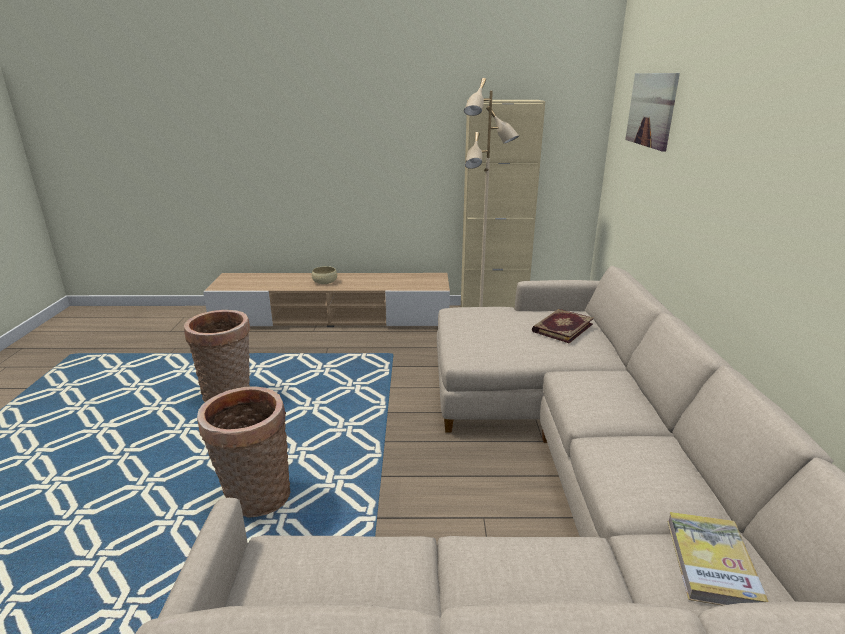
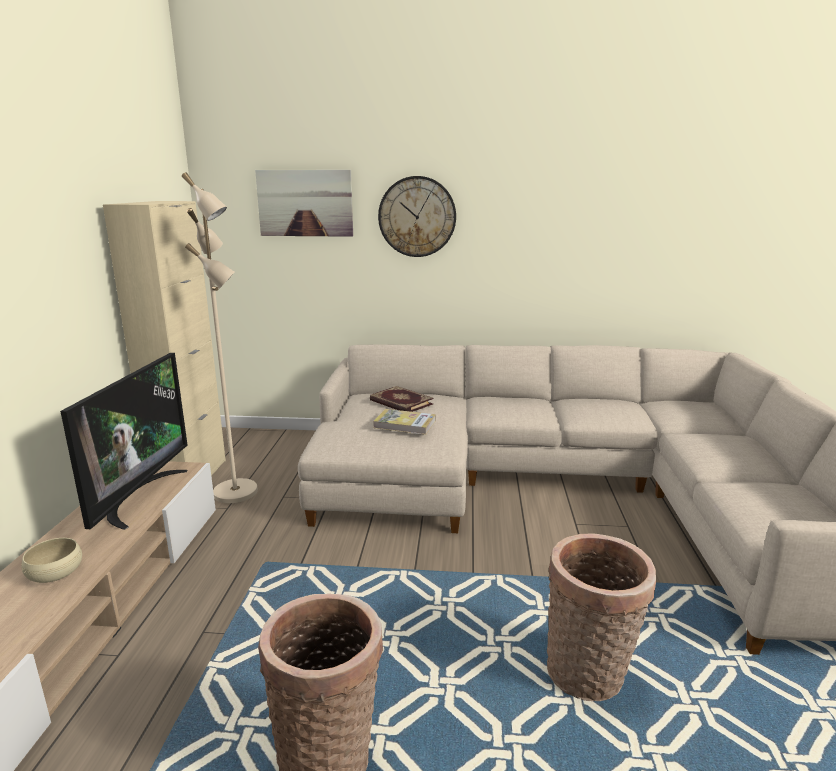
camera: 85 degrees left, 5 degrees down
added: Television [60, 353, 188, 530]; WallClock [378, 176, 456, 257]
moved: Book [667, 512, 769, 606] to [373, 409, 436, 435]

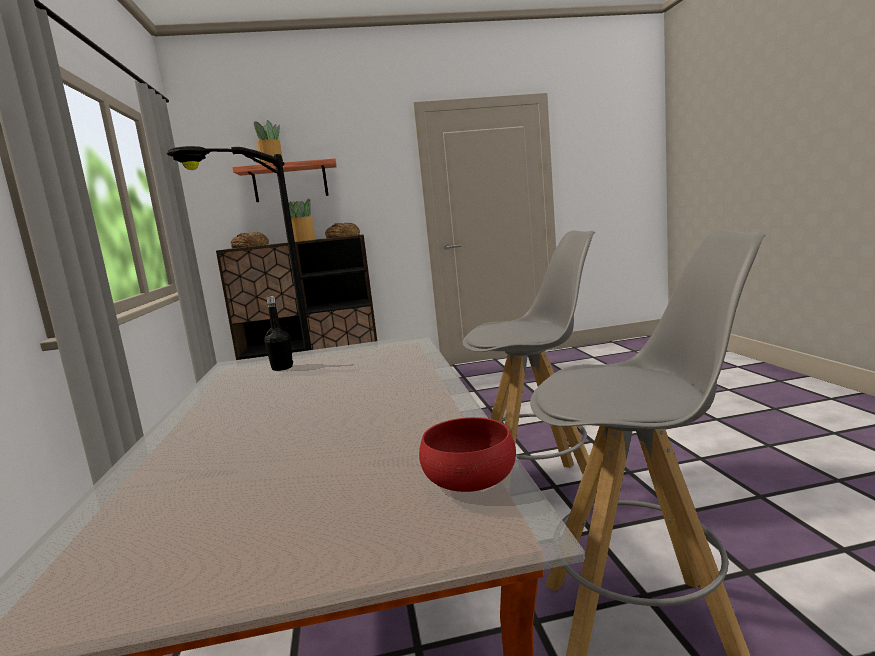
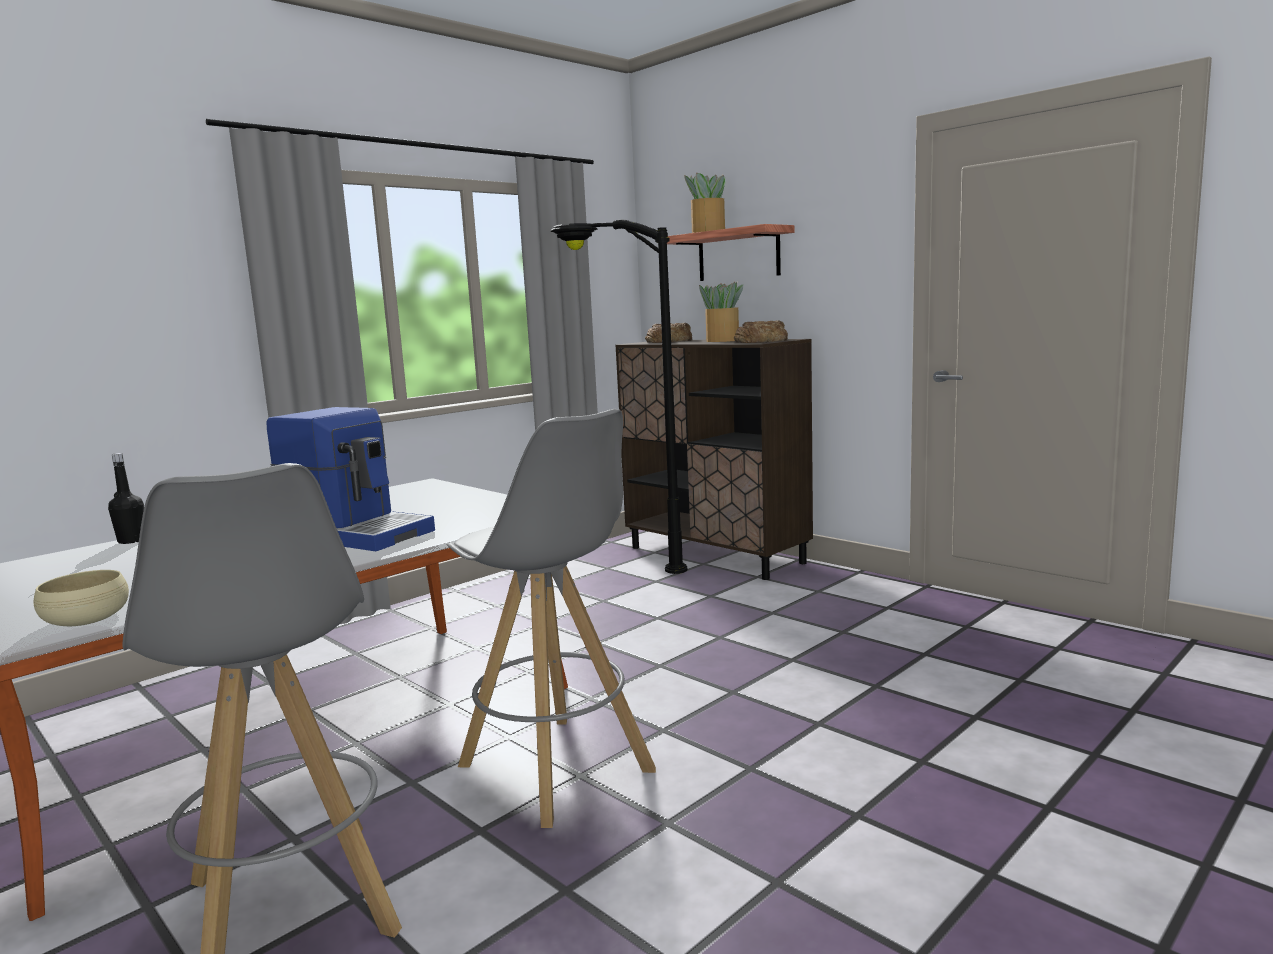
camera: 55 degrees right, 0 degrees up
added: CoffeeMachine [266, 407, 435, 551]
moved: BlackBottle [264, 296, 293, 371] to [108, 453, 144, 544]
recoloured: RedBowl [419, 417, 516, 492] to BeigeBowl [34, 570, 129, 626]

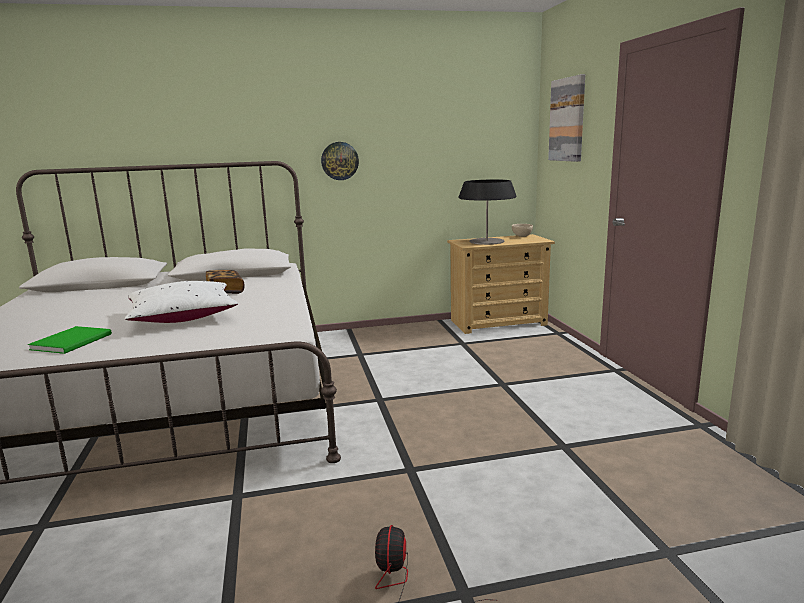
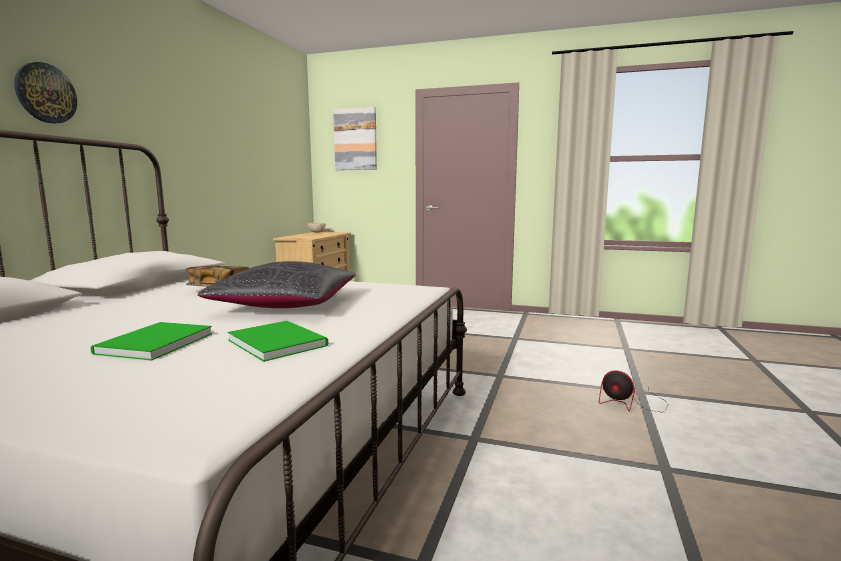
camera: 60 degrees left, 5 degrees down
removed: TableLamp [458, 180, 517, 245]
added: GreenBook [91, 322, 213, 361]
moved: WallClock [321, 142, 359, 180] to [14, 62, 77, 124]
recoloured: WhitePillow [125, 281, 238, 323] to BlackPillow [197, 261, 356, 308]

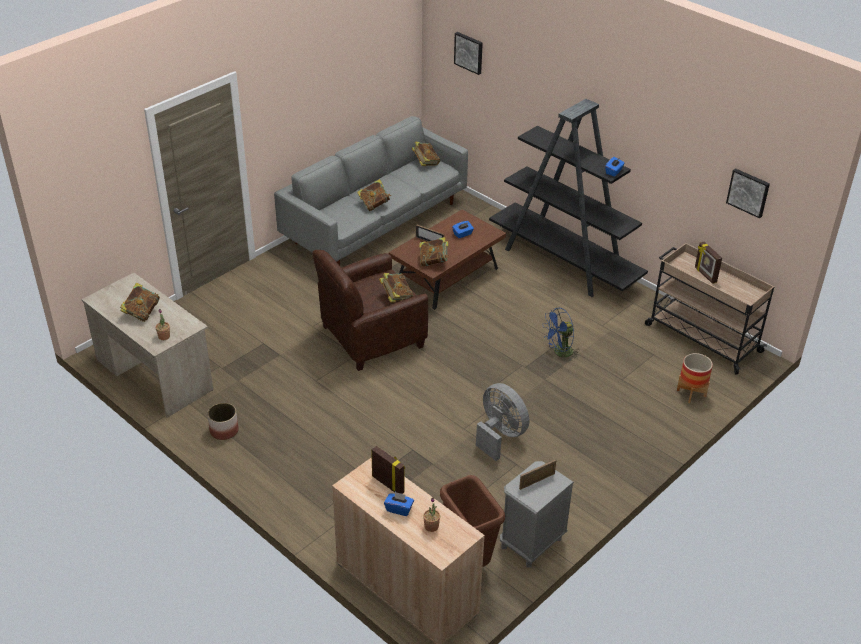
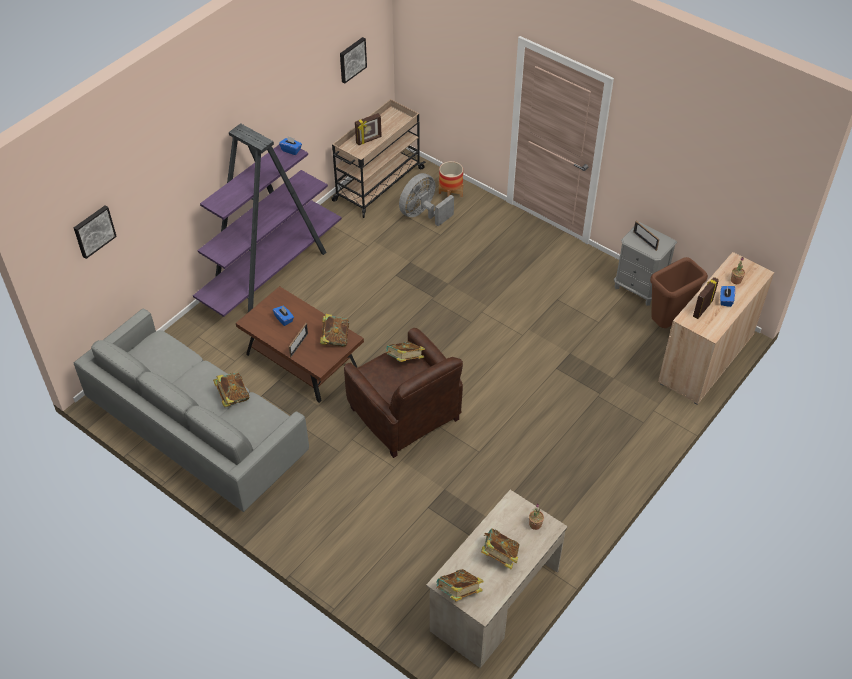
camera: 95 degrees left, 10 degrees up
removed: Planter [207, 403, 239, 440]; BlueFan [543, 308, 580, 362]
moved: GreyFan [476, 383, 529, 461] to [399, 173, 454, 226]; Book [412, 142, 440, 166] to [436, 569, 484, 601]
recoloured: BlackBookcase [489, 99, 648, 297] to PurpleBookcase [193, 123, 342, 317]

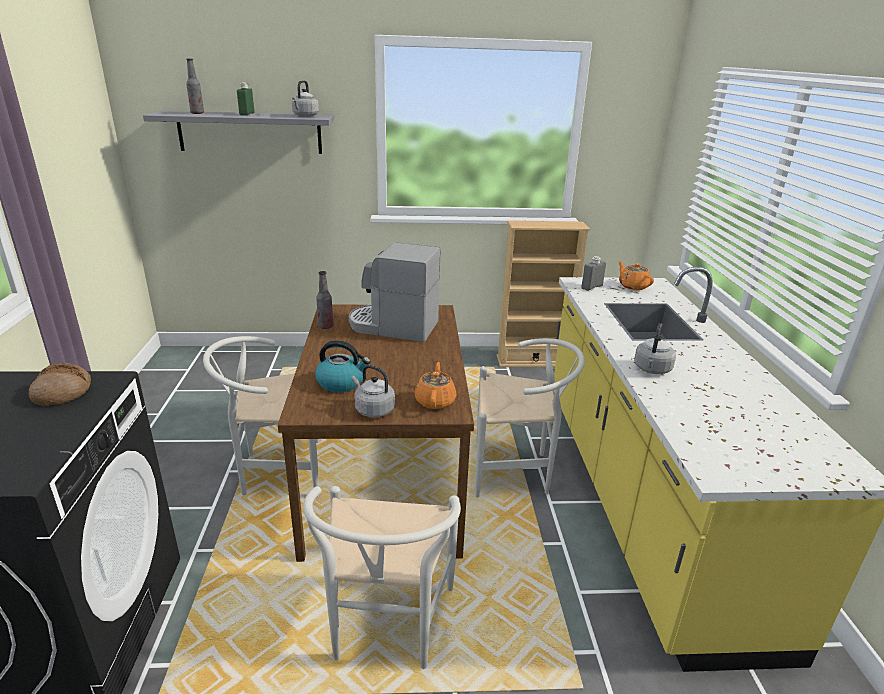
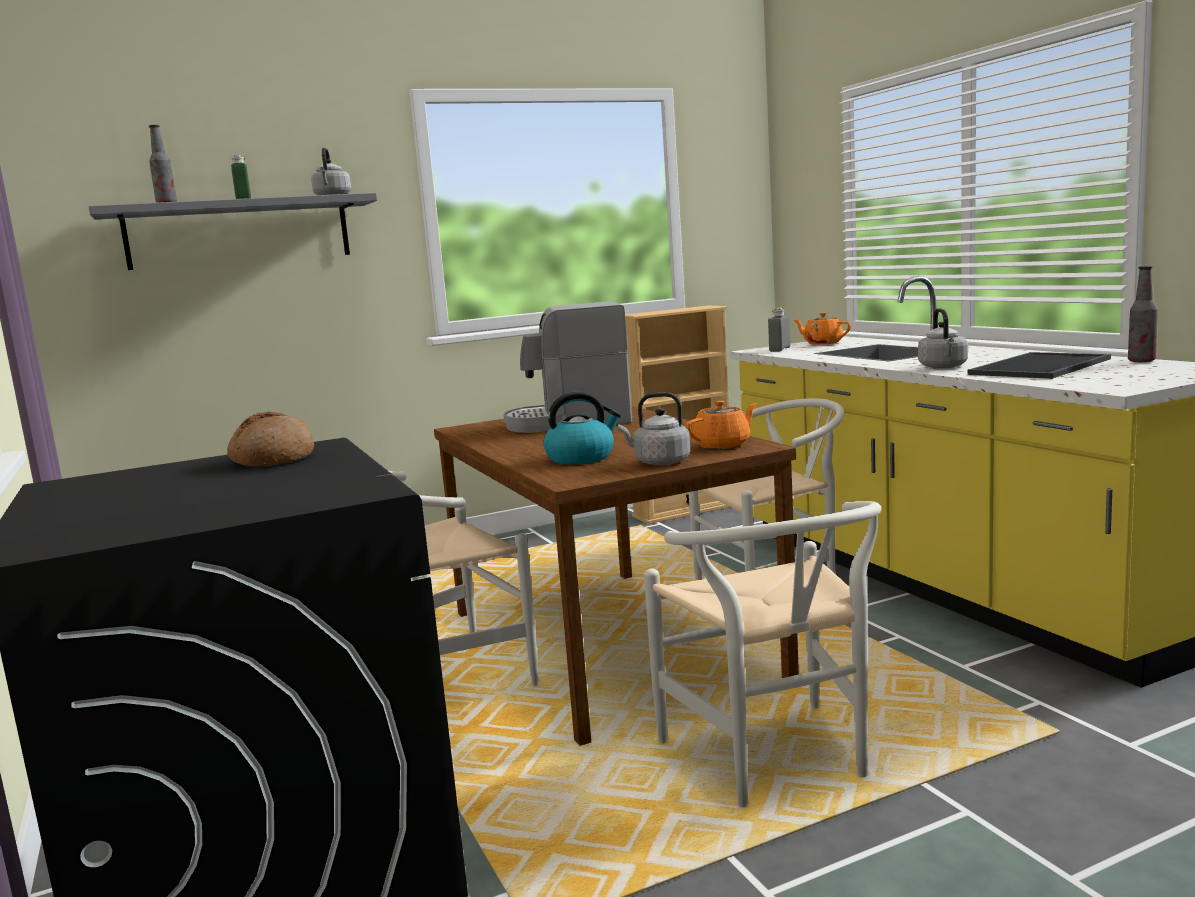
camera: 20 degrees left, 15 degrees down
added: Tray [967, 352, 1111, 379]
moved: Bottle [316, 271, 333, 329] to [1128, 266, 1158, 362]
turned: OrangeTeapot [414, 362, 456, 409] = [685, 401, 758, 449] 75 degrees clockwise

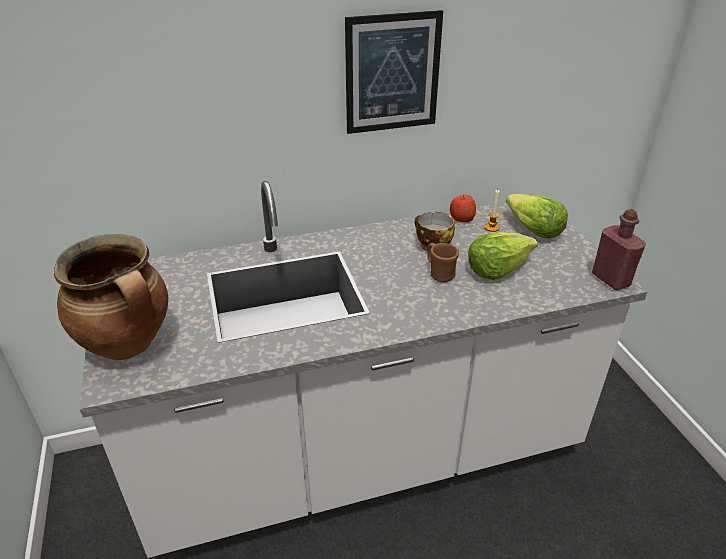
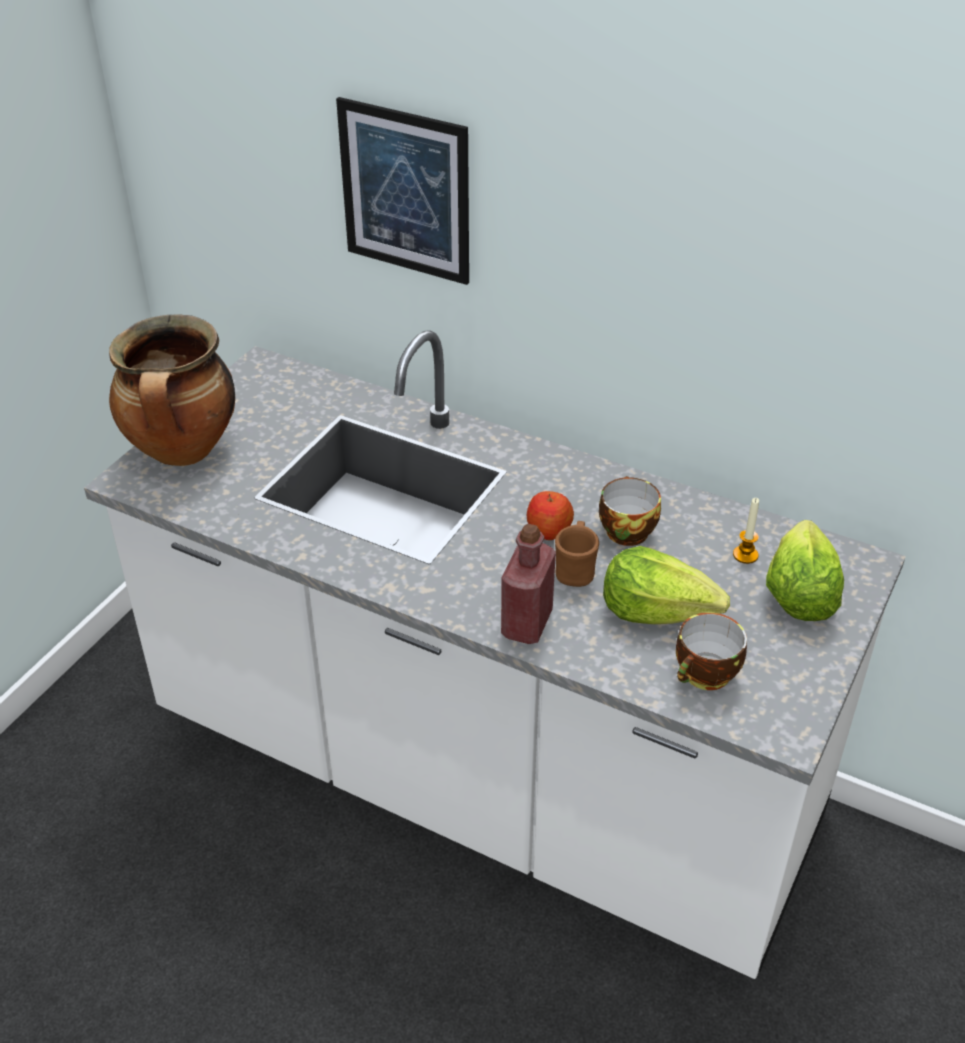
camera: 45 degrees right, 5 degrees up
added: Cup [676, 612, 747, 690]
moved: Picture [345, 10, 443, 134] to [336, 97, 469, 285]; RedBottle [592, 209, 646, 290] to [501, 524, 556, 644]; Apple [450, 195, 476, 222] to [526, 491, 574, 540]

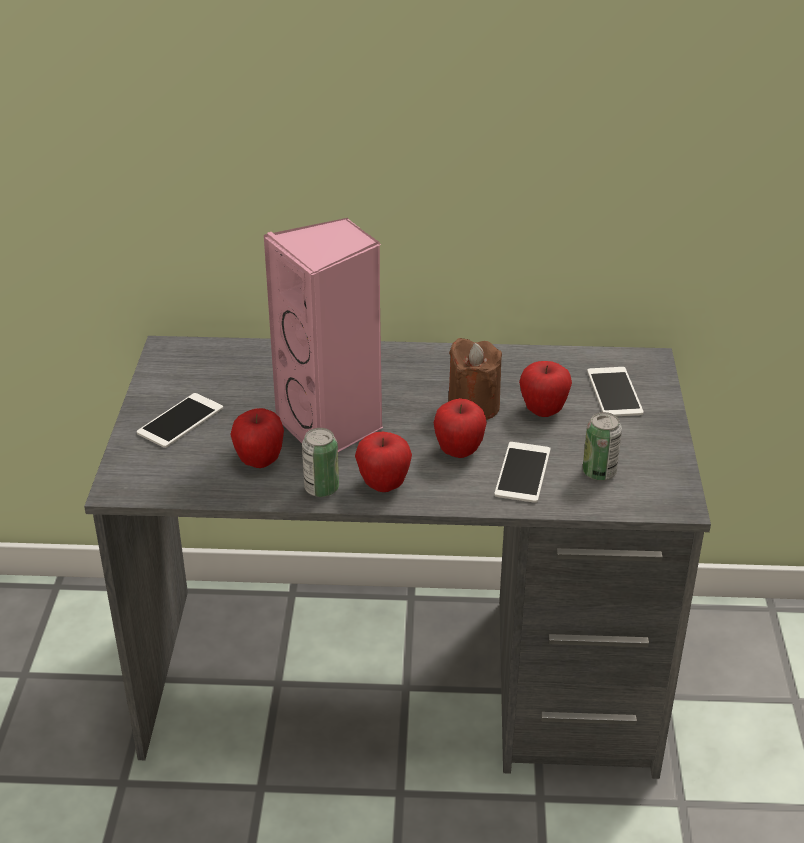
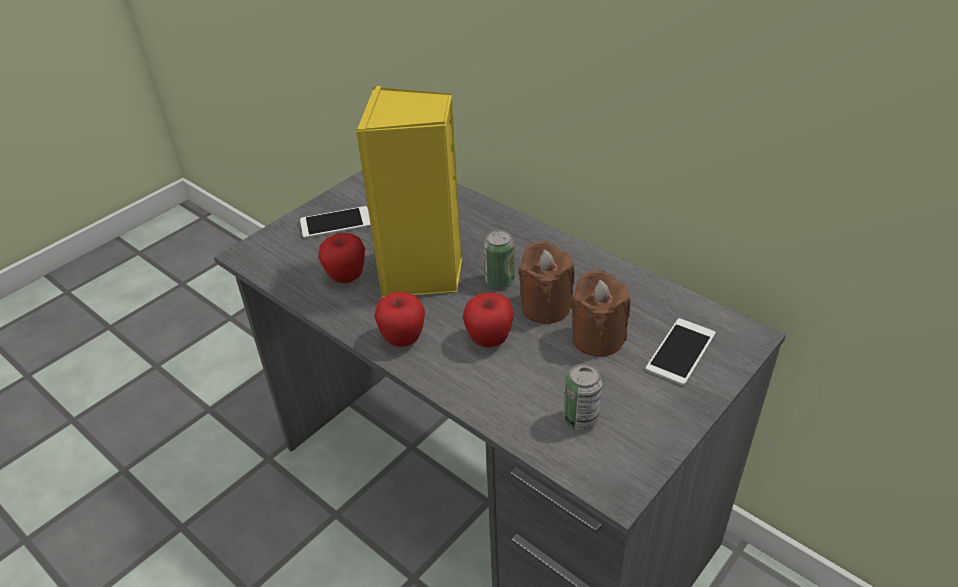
camera: 40 degrees right, 5 degrees up
removed: Phone [494, 442, 551, 503]
moved: Can [302, 428, 339, 497] to [484, 230, 515, 288]
replaced: Apple [519, 361, 572, 417] to BrownCandle [571, 270, 631, 357]
recoloured: PinkSpeaker [263, 218, 383, 452] to YellowSpeaker [356, 86, 462, 298]

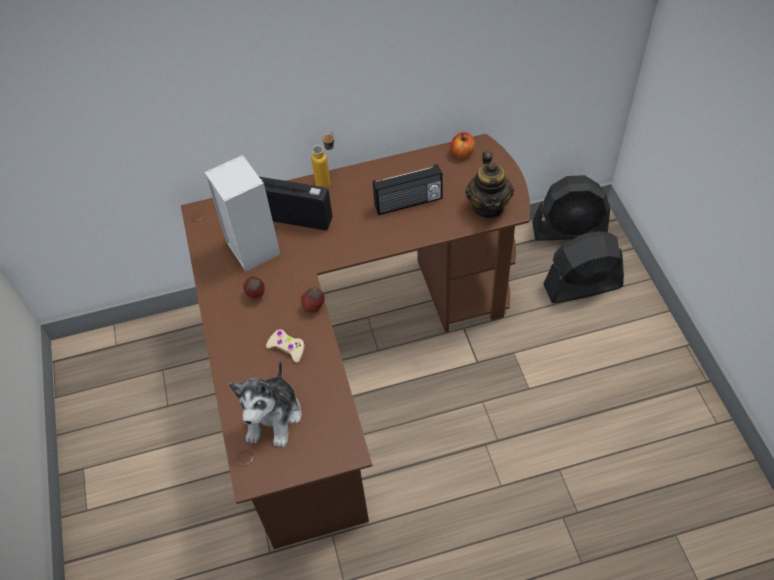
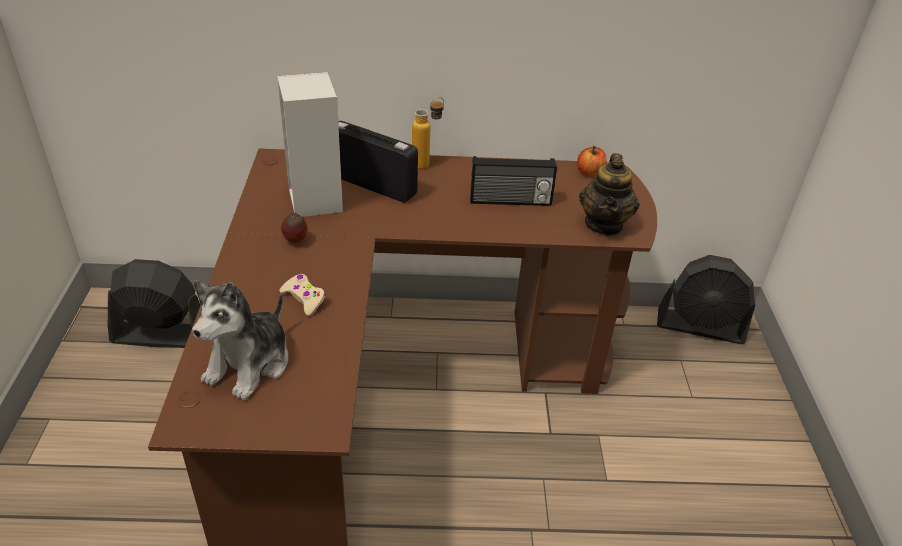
camera: 10 degrees right, 15 degrees down
removed: Apple [301, 287, 325, 313]
moved: BlackFan [543, 231, 624, 303] to [108, 259, 200, 348]

